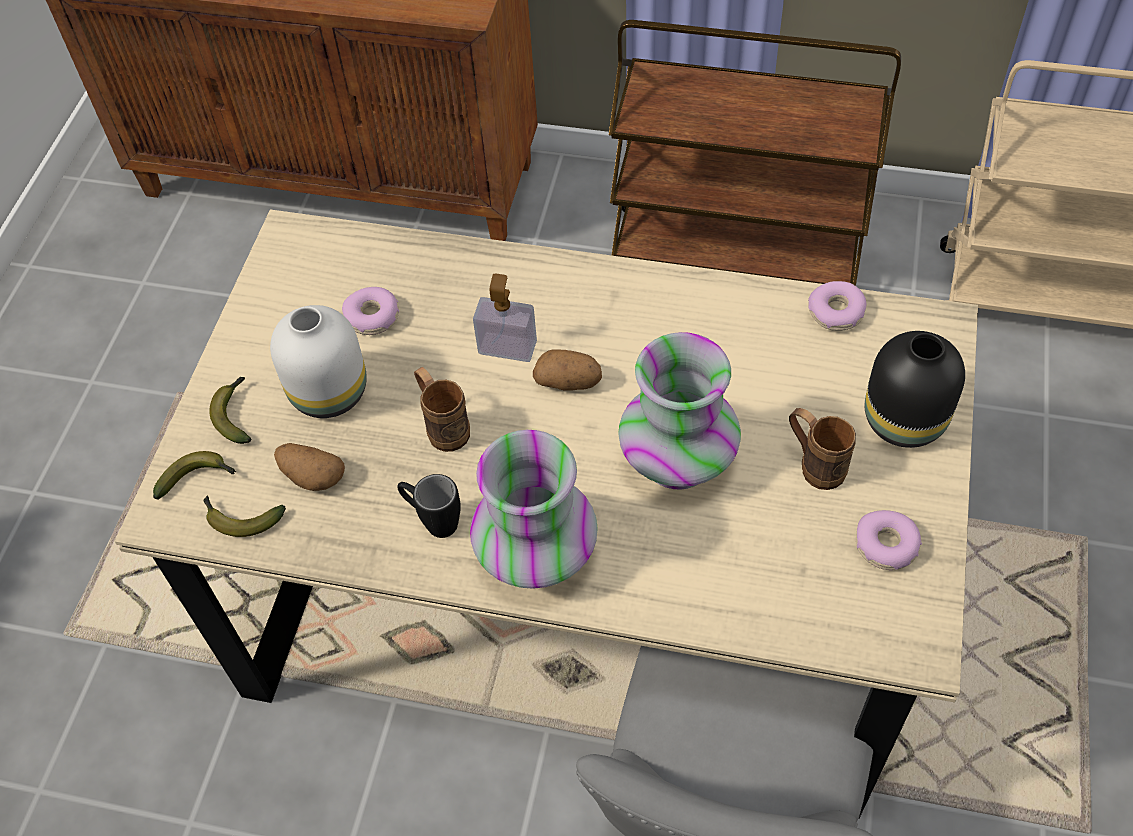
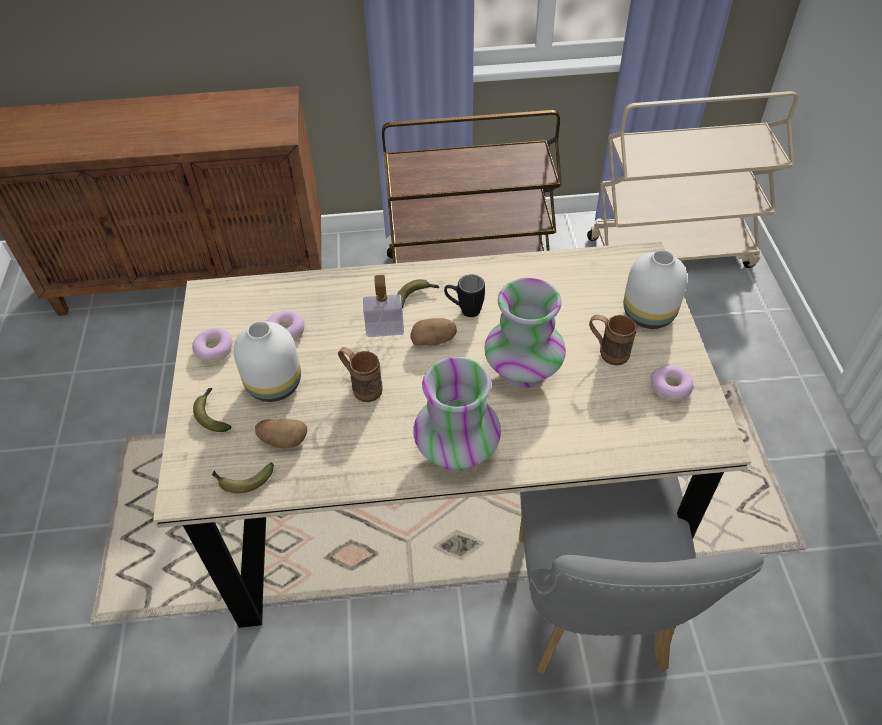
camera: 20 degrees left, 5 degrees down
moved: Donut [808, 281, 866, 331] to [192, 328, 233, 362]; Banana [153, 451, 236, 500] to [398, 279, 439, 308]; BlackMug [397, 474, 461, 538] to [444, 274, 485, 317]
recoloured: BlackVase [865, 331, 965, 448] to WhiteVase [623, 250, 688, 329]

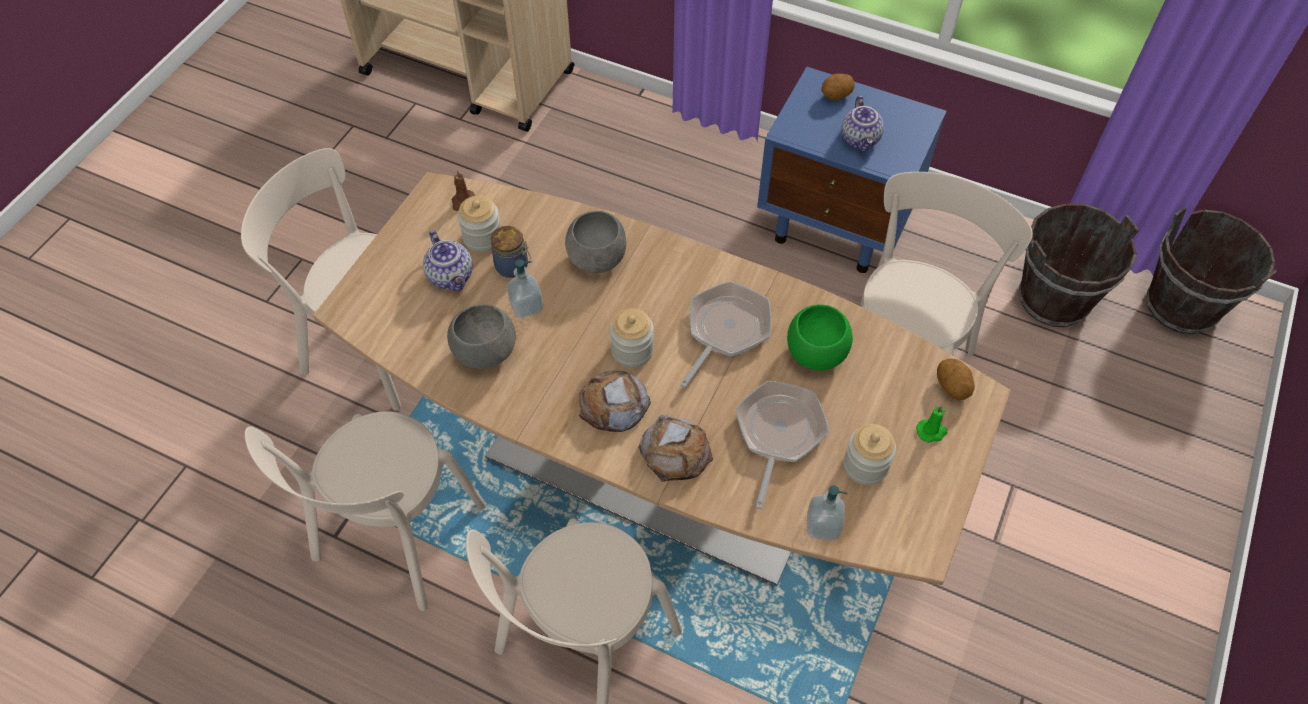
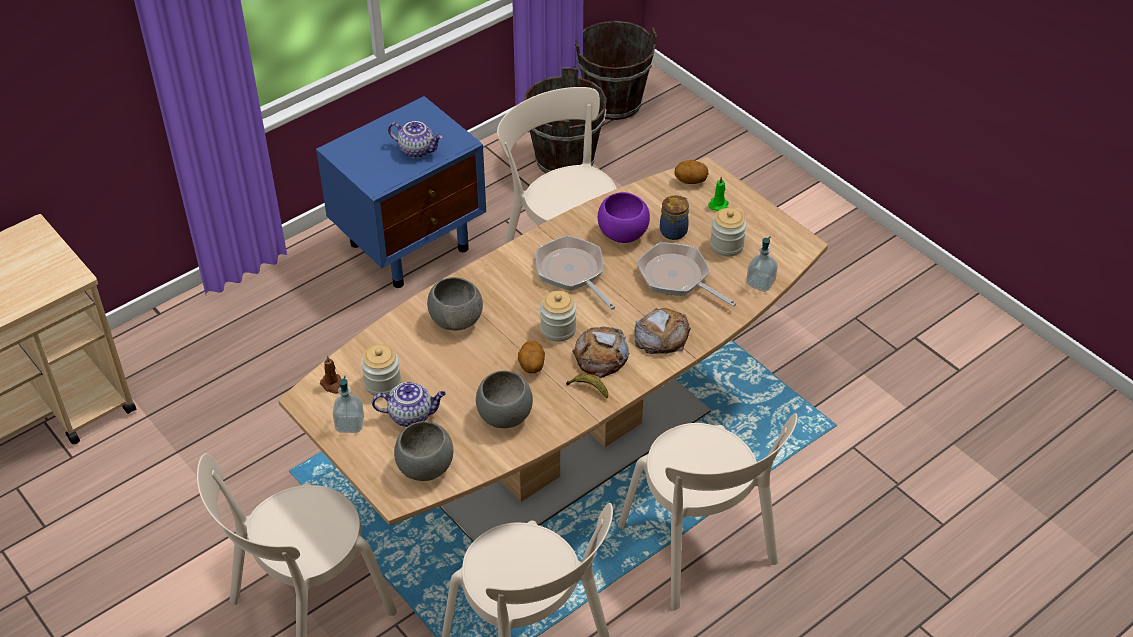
camera: 65 degrees left, 10 degrees down
added: GreyBowl [394, 421, 453, 481]; Banana [566, 374, 608, 399]
moved: SoapDispenser [507, 259, 543, 318] to [333, 376, 364, 433]; Potato [821, 74, 855, 100] to [518, 341, 545, 373]; Jar [491, 226, 531, 278] to [660, 195, 689, 240]
recoloured: GreenBowl [787, 304, 853, 370] to PurpleBowl [598, 192, 650, 243]

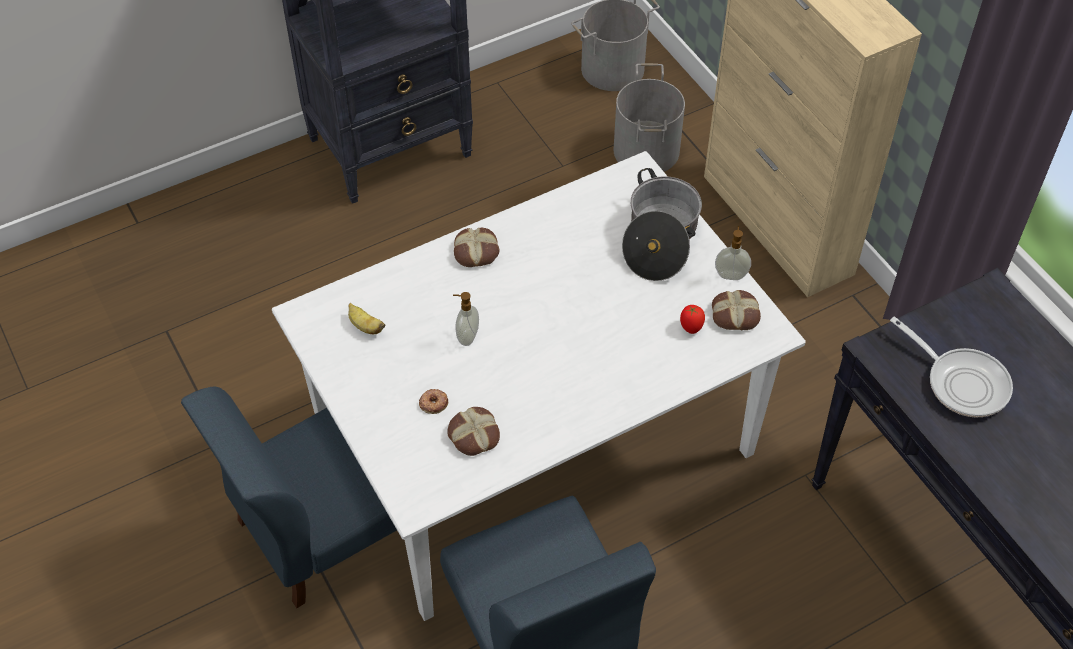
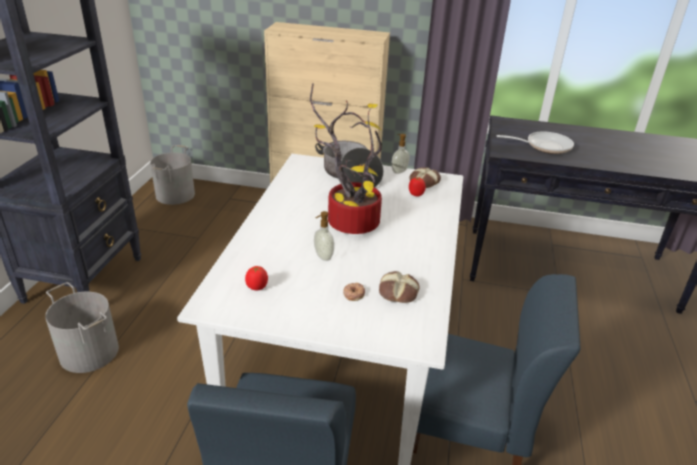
camera: 50 degrees left, 20 degrees down
removed: Bread [454, 228, 500, 267]
added: PottedPlant [310, 83, 382, 234]
moved: GreyBucket [613, 63, 685, 172] to [45, 282, 119, 373]
replaced: Banana [348, 303, 385, 334] to Tomato [245, 266, 268, 291]

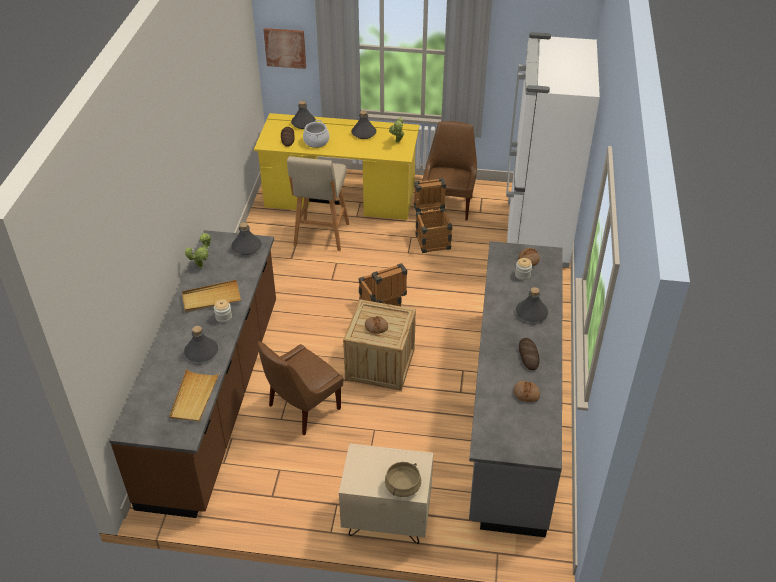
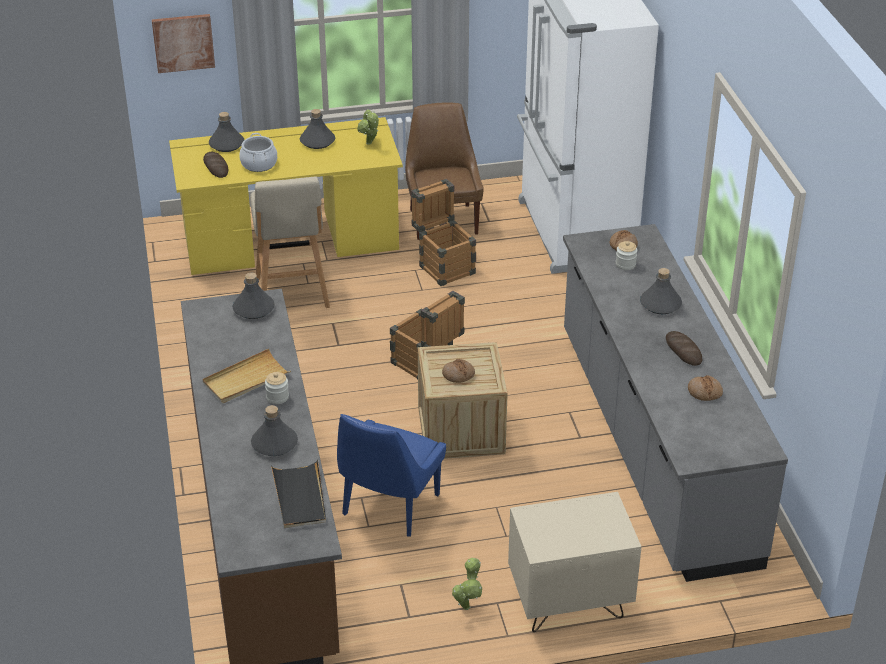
camera: 20 degrees left, 5 degrees down
removed: BeigeCookingPot [385, 462, 421, 497]
moved: PottedPlant [185, 233, 211, 268] to [452, 558, 482, 610]
recoloured: BeigeTray [169, 369, 219, 423] to BlackTray [271, 459, 326, 528]; BrownChair [257, 341, 343, 435] to BlueChair [337, 414, 446, 537]

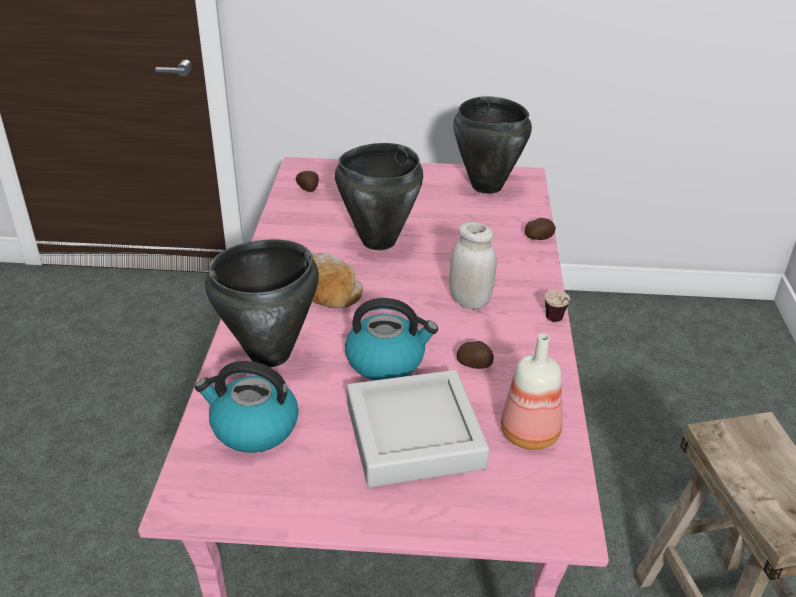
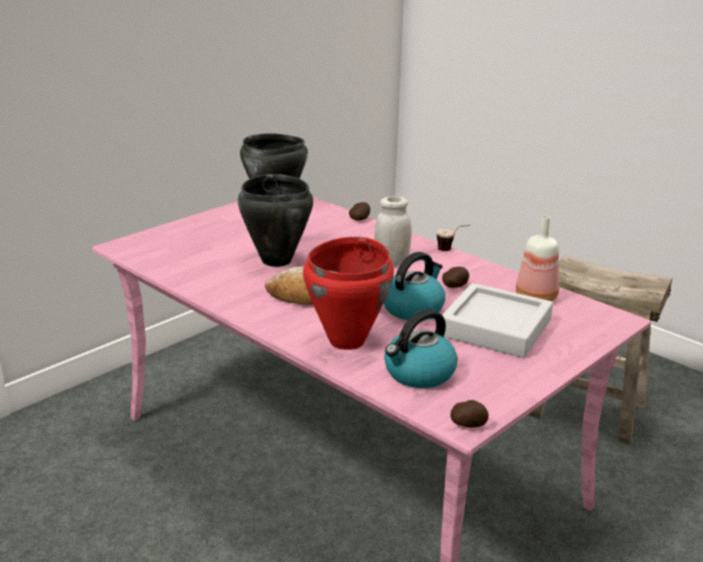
camera: 50 degrees left, 10 degrees down
moved: Potato [296, 171, 319, 192] to [451, 400, 489, 428]
recoloured: BlackCookingPot [205, 239, 319, 367] to RedCookingPot [303, 237, 394, 350]

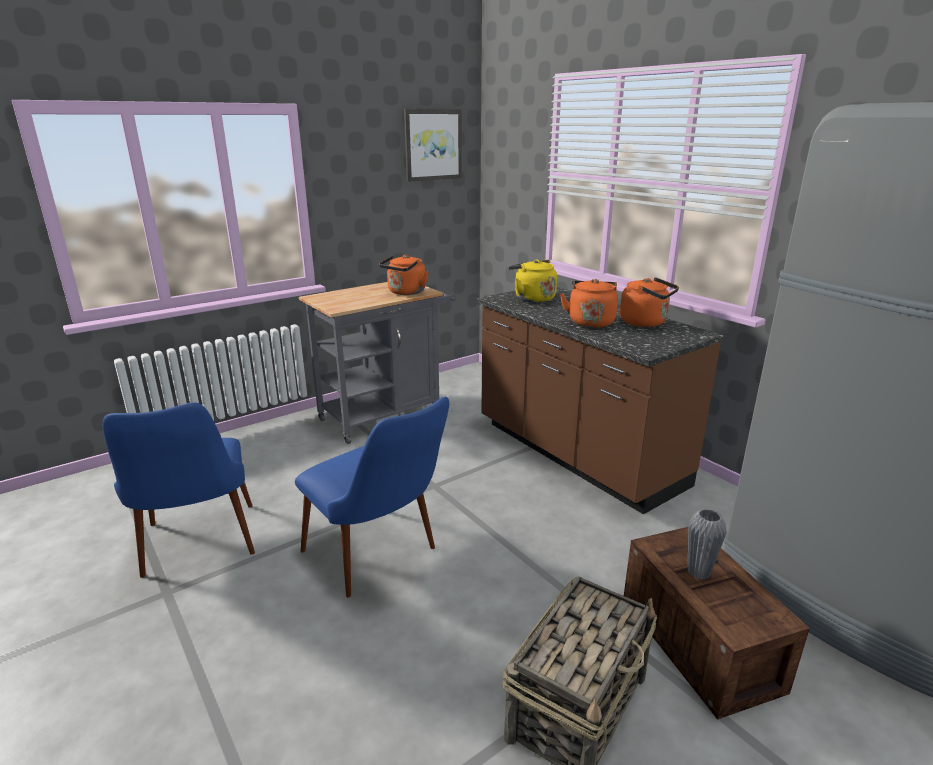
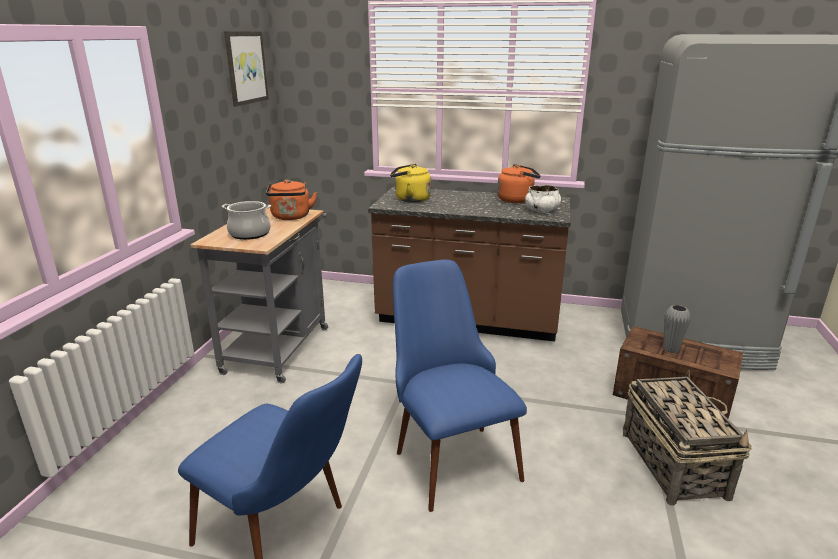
camera: 40 degrees left, 0 degrees up
removed: OrangeKettle [560, 279, 618, 328]
added: CookingPot [222, 201, 271, 240]; WhiteBowl [525, 185, 561, 213]
turned: BlueChair [295, 397, 449, 597] = [393, 260, 527, 512] 120 degrees counterclockwise

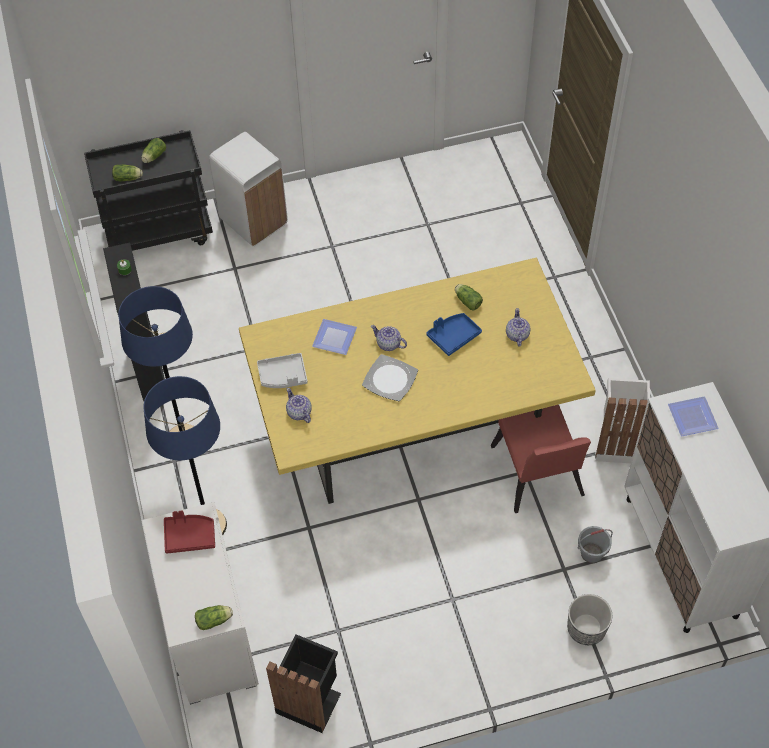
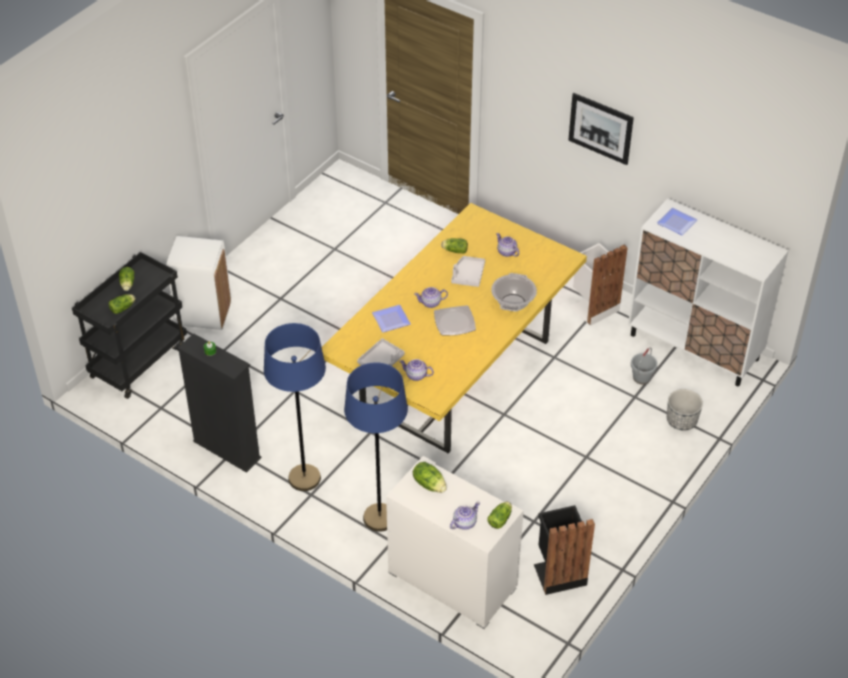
camera: 40 degrees left, 10 degrees down
removed: RedChair [491, 405, 591, 513]
added: Teapot [450, 502, 480, 530]; CookingPot [491, 273, 537, 311]; Picture [568, 93, 634, 165]
replaced: RedTray [164, 511, 215, 554] to Lettuce [413, 462, 447, 493]
recoloured: BlueTray [426, 313, 482, 356] to GreyTray [451, 256, 485, 287]

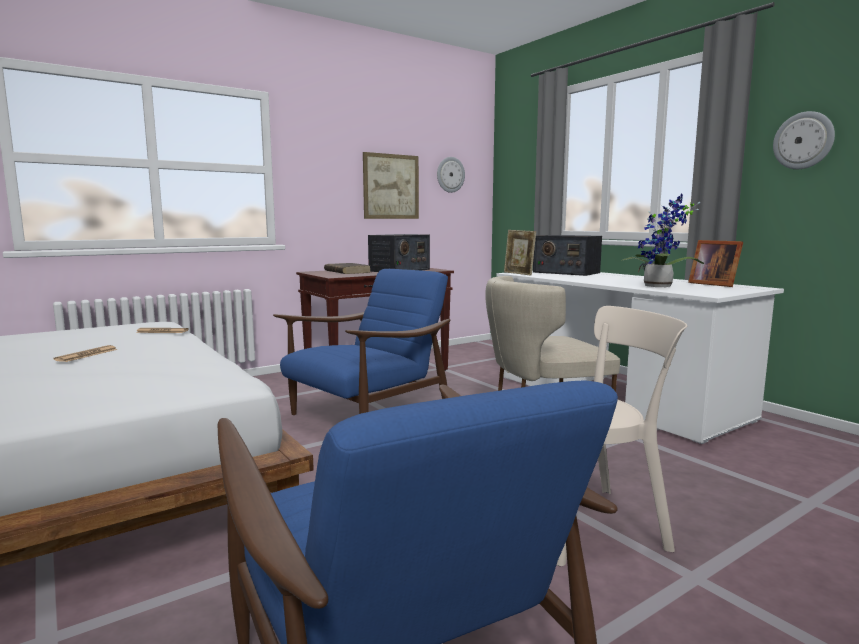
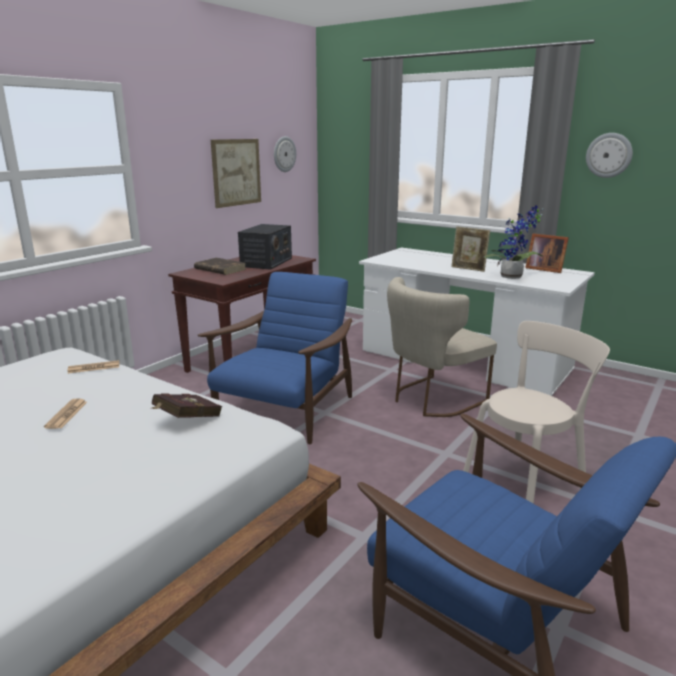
camera: 20 degrees left, 10 degrees up
removed: Radio [533, 235, 602, 276]
added: RedBook [151, 393, 222, 418]
moved: PictureFrame [504, 230, 536, 276] to [451, 226, 490, 272]

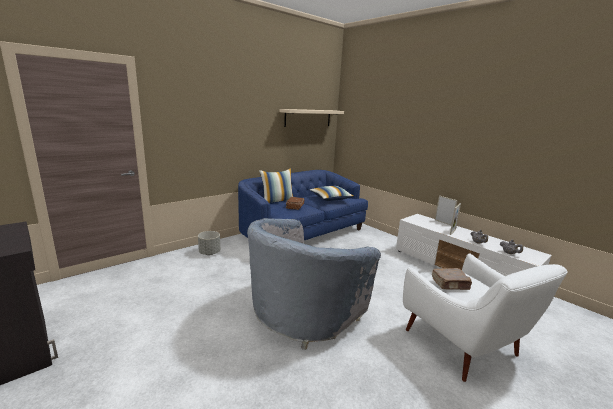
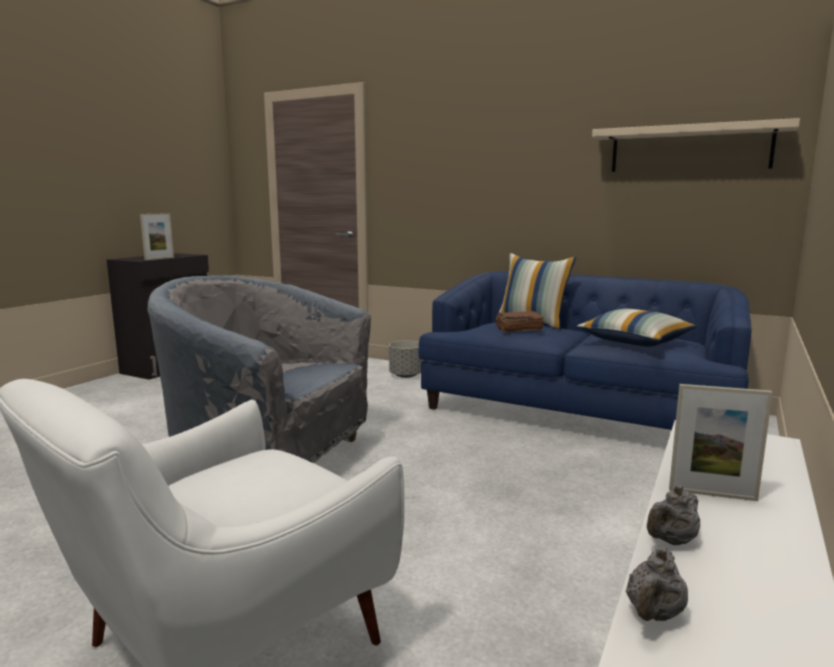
camera: 70 degrees right, 5 degrees down
removed: BrownBook [432, 268, 472, 290]
moved: PictureFrame [435, 196, 457, 225] to [140, 213, 174, 260]

